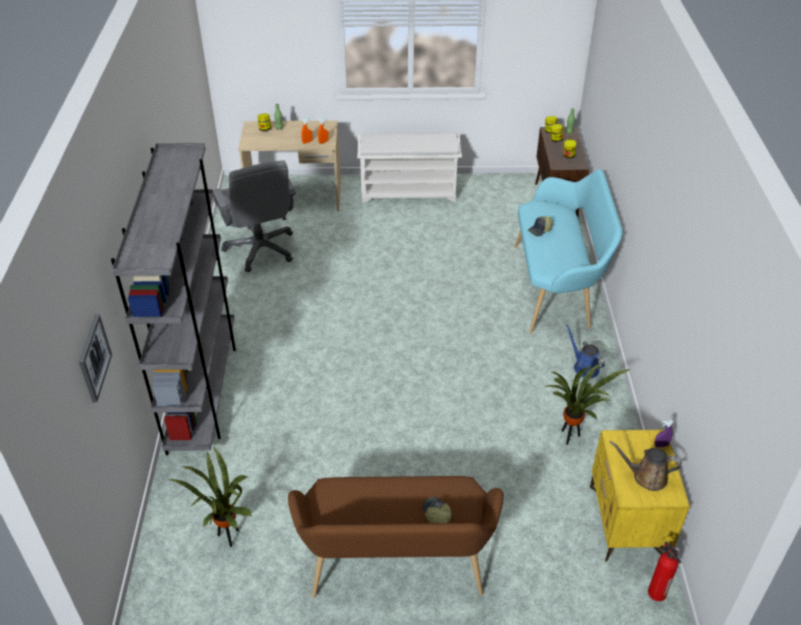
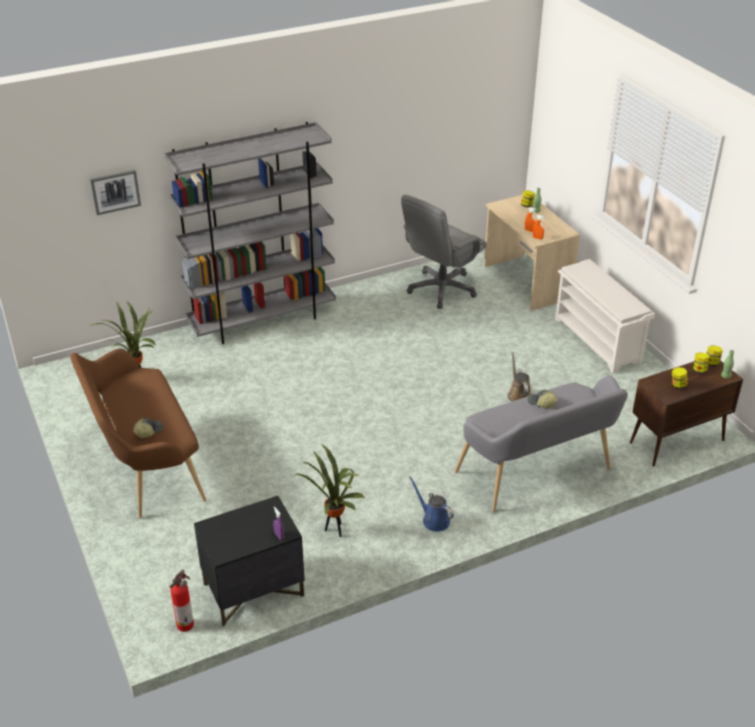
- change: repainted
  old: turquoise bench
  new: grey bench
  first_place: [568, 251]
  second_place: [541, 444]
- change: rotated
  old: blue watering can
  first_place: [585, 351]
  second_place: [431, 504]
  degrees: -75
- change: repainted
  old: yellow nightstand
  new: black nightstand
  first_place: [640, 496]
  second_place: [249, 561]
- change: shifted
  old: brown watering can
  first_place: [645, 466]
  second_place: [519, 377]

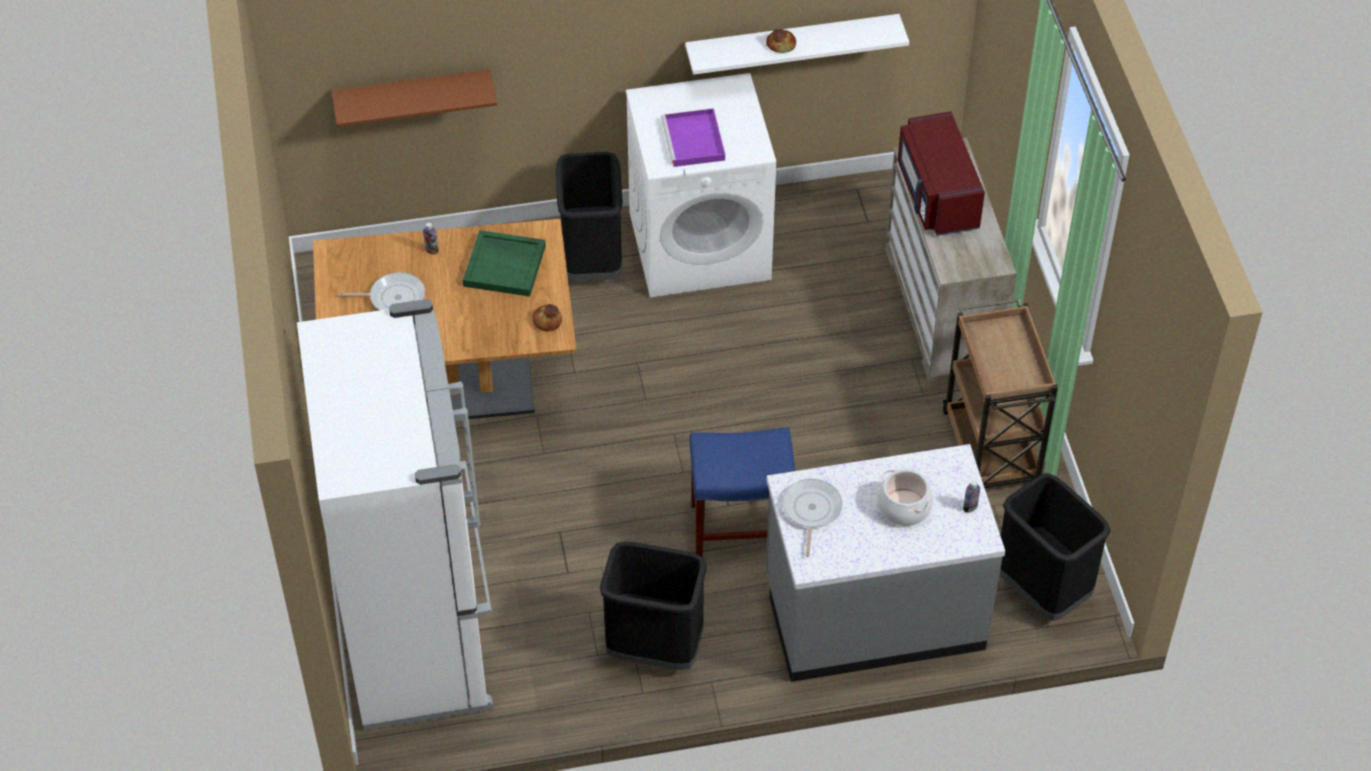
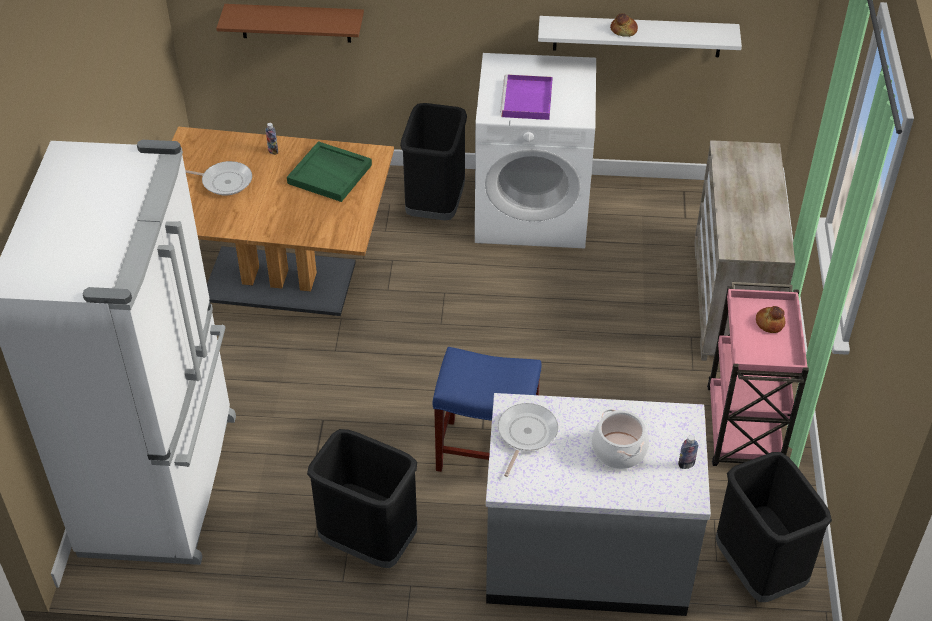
- change: gone
  old: red microwave
  first_place: [941, 173]
- change: repainted
  old: brown cart
  new: pink cart
  first_place: [1000, 393]
  second_place: [758, 374]
- change: shifted
  old: bread
  first_place: [547, 318]
  second_place: [770, 319]

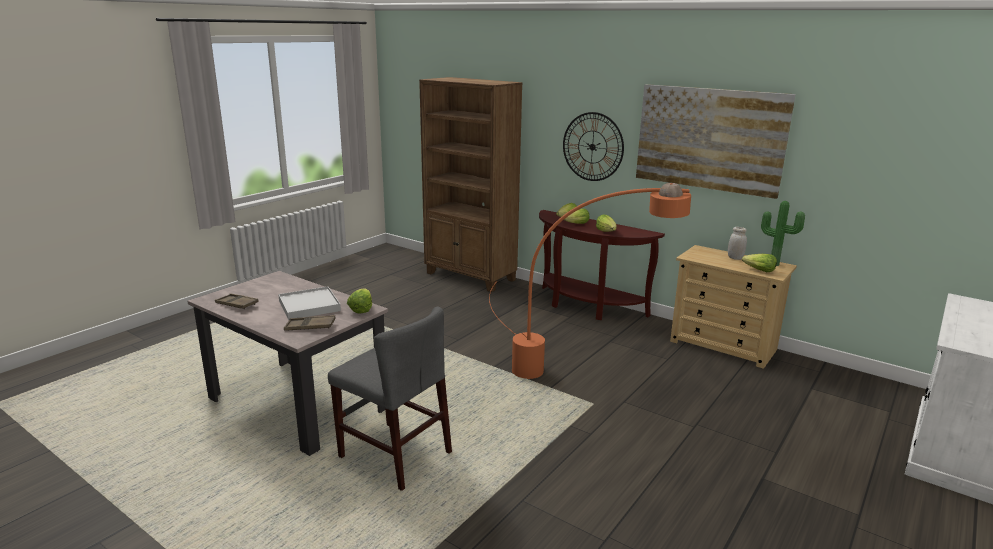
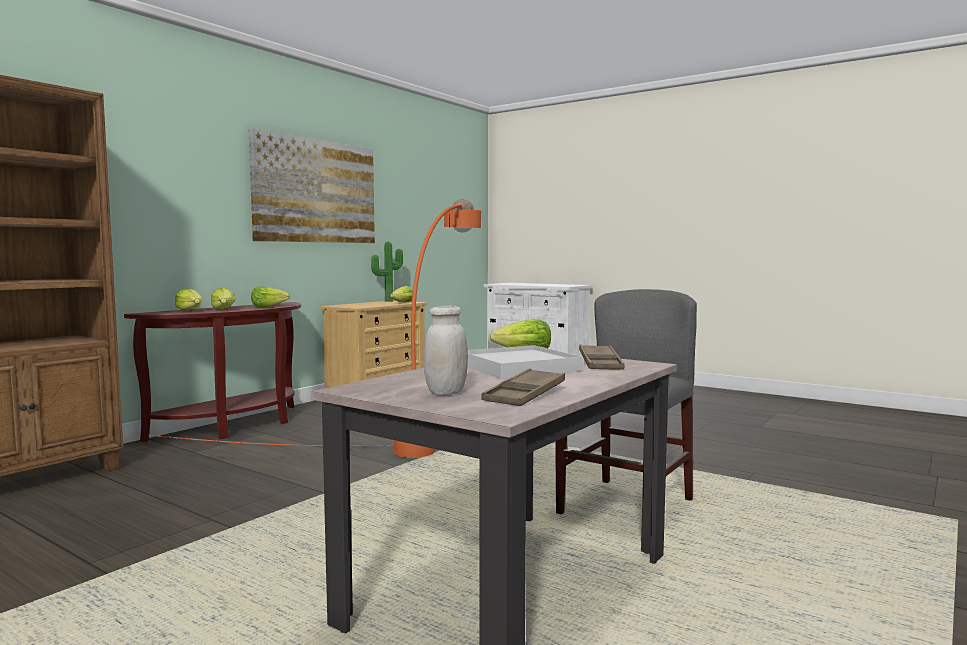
- change: gone
  old: wall clock
  first_place: [593, 146]
- change: shifted
  old: white jar
  first_place: [737, 243]
  second_place: [446, 350]

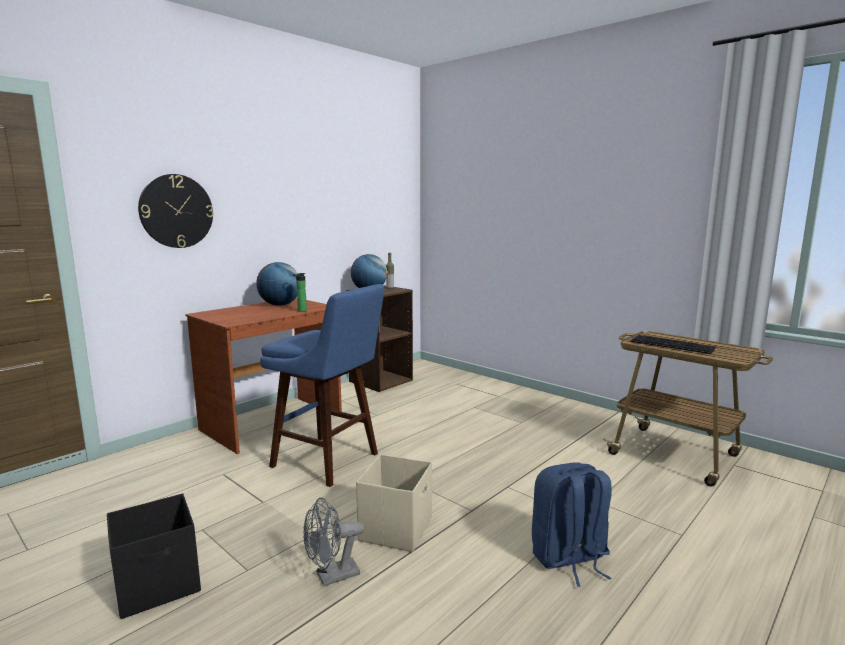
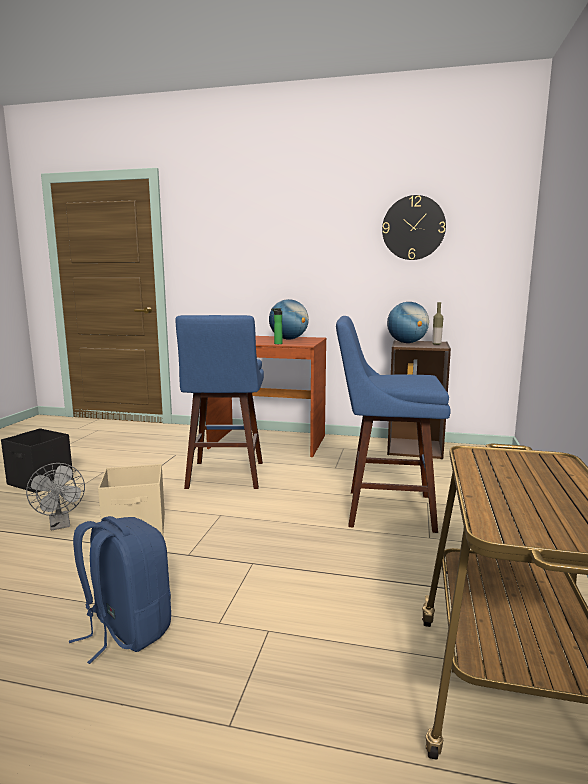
- change: shifted
  old: wall clock
  first_place: [176, 211]
  second_place: [414, 227]
- change: gone
  old: keyboard
  first_place: [673, 344]
- change: rotated
  old: grey fan
  first_place: [333, 541]
  second_place: [55, 496]
  degrees: -150
- change: new
  new: blue stool
  second_place: [393, 424]

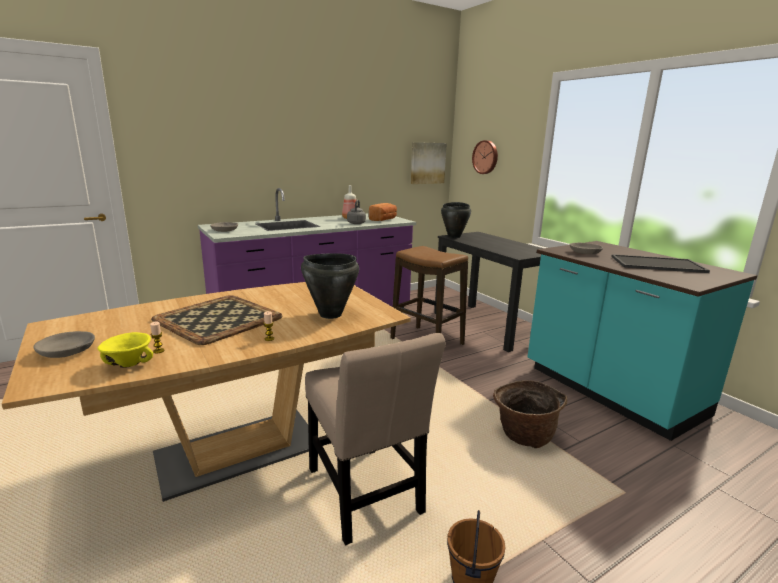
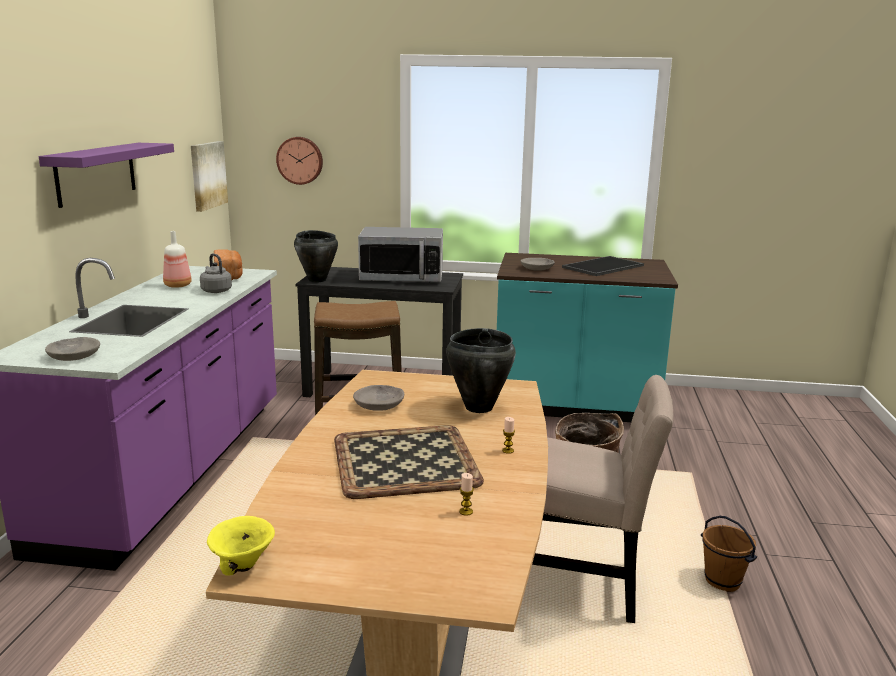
- change: shifted
  old: grey bowl
  first_place: [64, 344]
  second_place: [378, 398]
- change: shifted
  old: yellow bowl
  first_place: [125, 350]
  second_place: [241, 546]
- change: new
  new: purple shelf
  second_place: [106, 175]
- change: new
  new: microwave
  second_place: [400, 254]

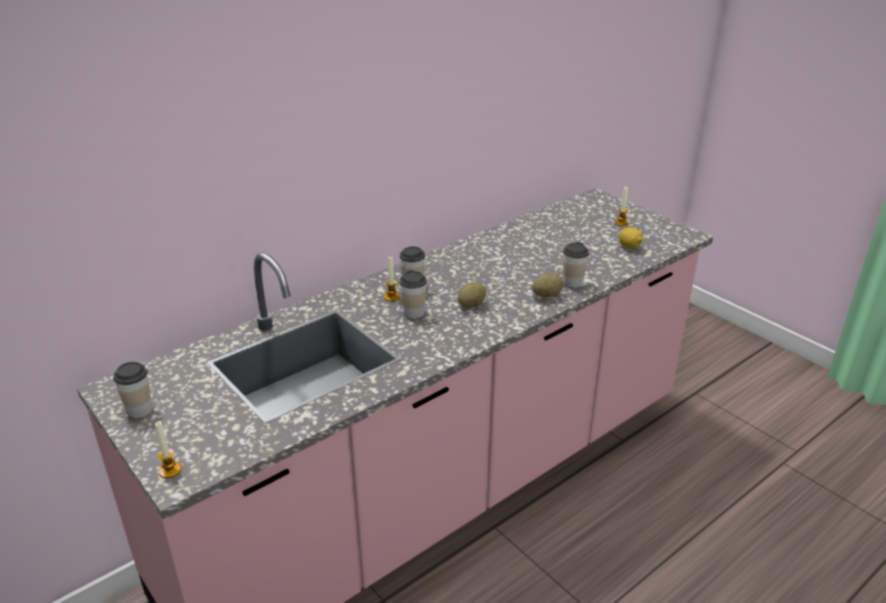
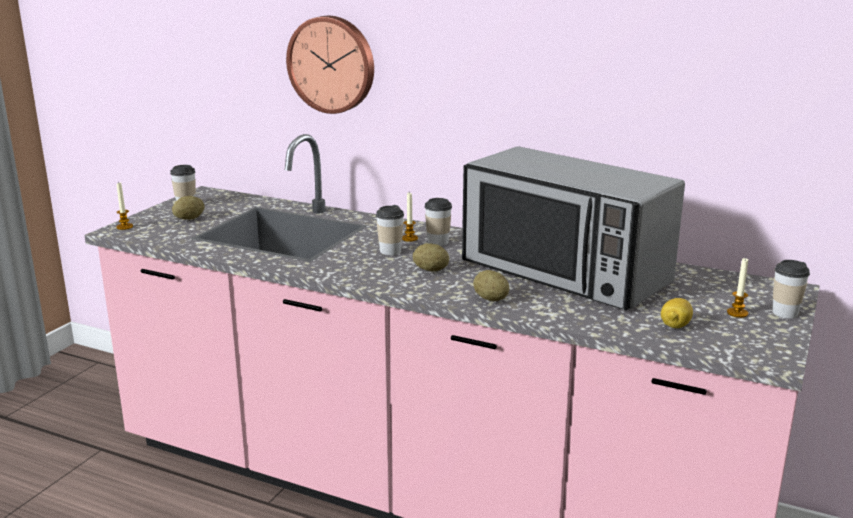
- change: shifted
  old: cup
  first_place: [576, 265]
  second_place: [791, 289]
- change: new
  new: wall clock
  second_place: [330, 65]
- change: new
  new: microwave
  second_place: [573, 228]
- change: new
  new: potato
  second_place: [188, 208]

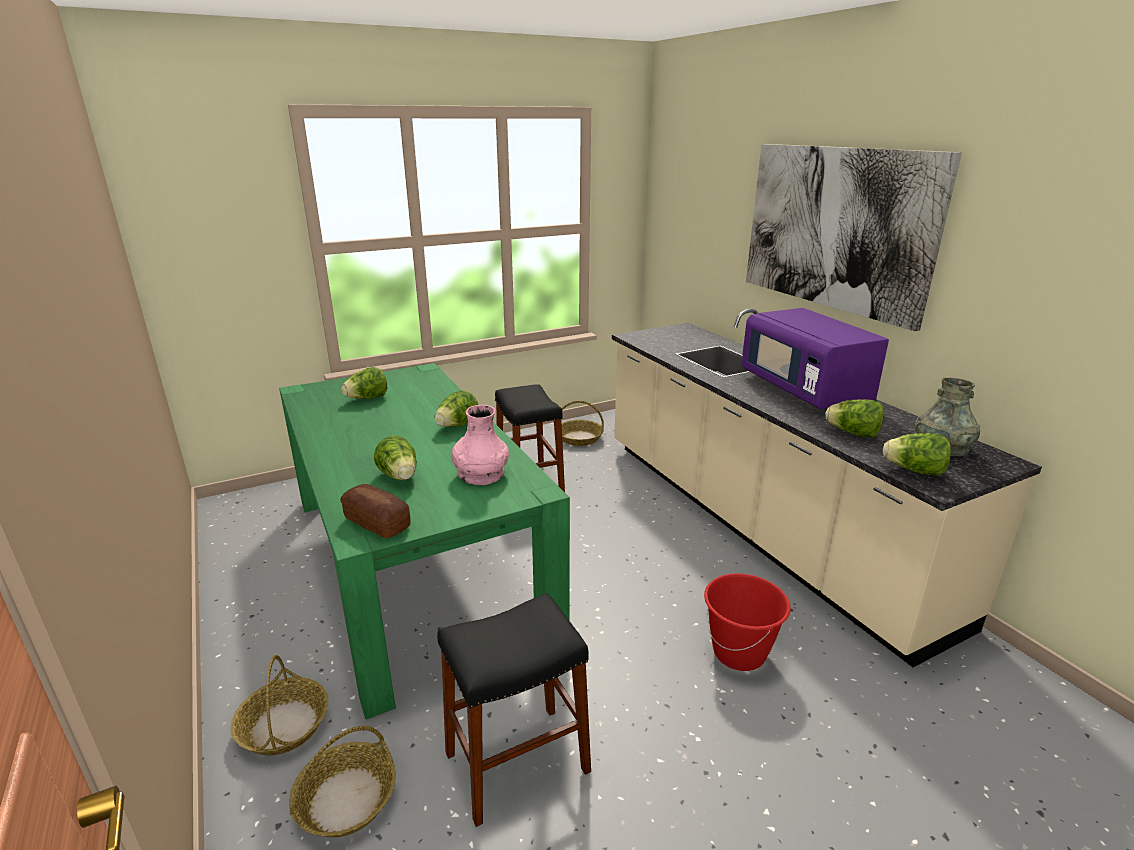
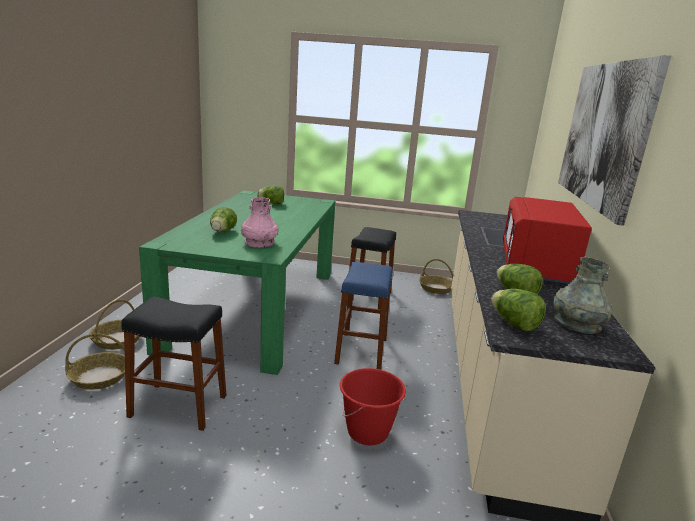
- change: repainted
  old: purple microwave
  new: red microwave
  first_place: [815, 358]
  second_place: [547, 242]
- change: gone
  old: lettuce
  first_place: [456, 408]
- change: gone
  old: bread
  first_place: [375, 511]
- change: new
  new: blue stool
  second_place: [363, 316]

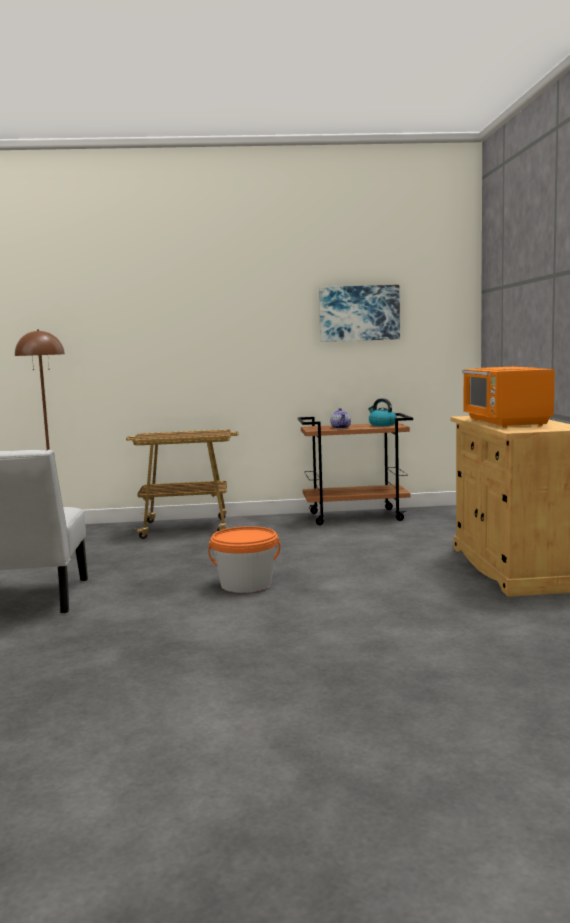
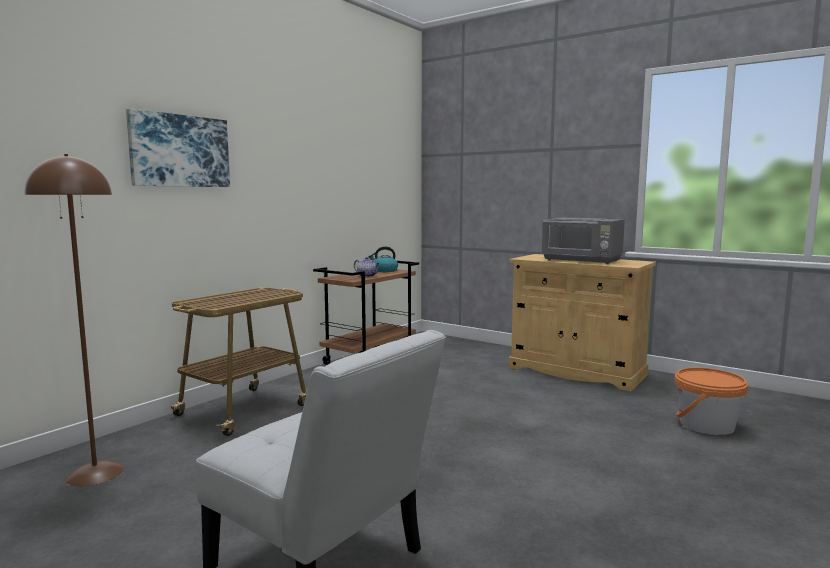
- change: shifted
  old: picture
  first_place: [359, 313]
  second_place: [178, 147]
- change: repainted
  old: orange microwave
  new: grey microwave
  first_place: [508, 397]
  second_place: [583, 241]
- change: shifted
  old: orange bucket
  first_place: [244, 559]
  second_place: [711, 401]

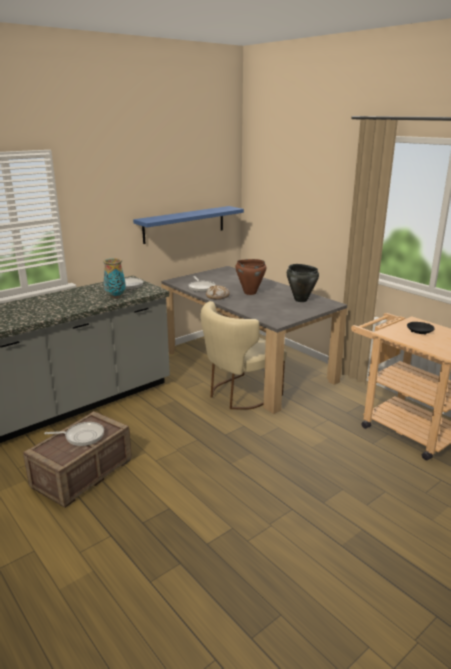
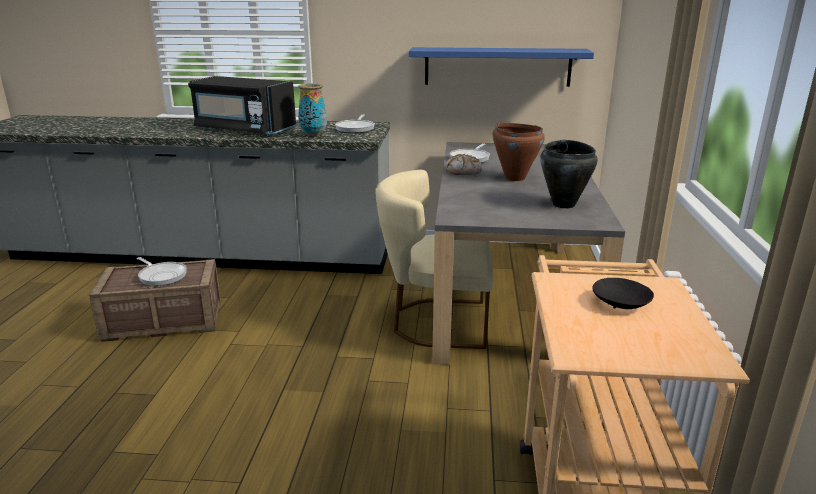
- change: new
  new: black microwave
  second_place: [242, 106]

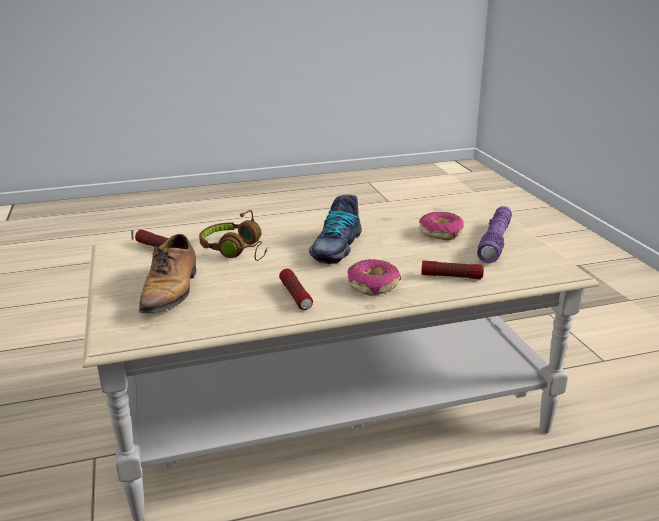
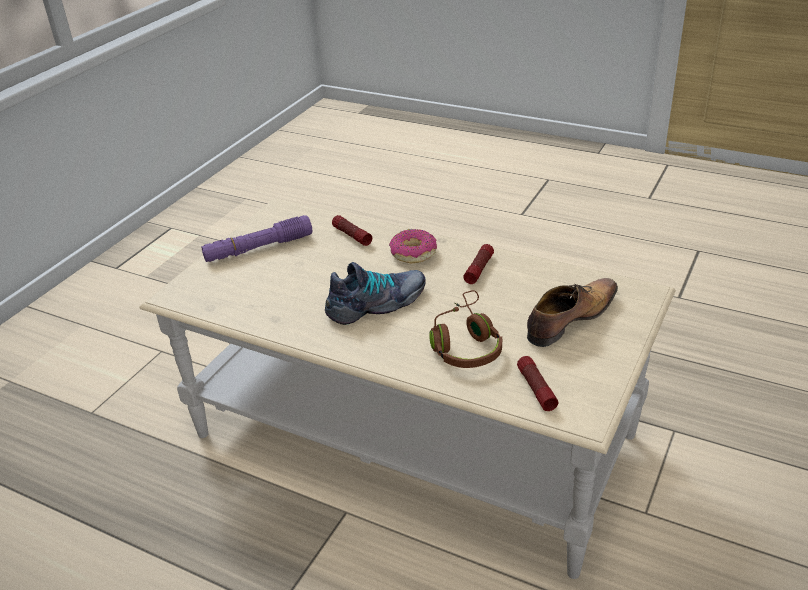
- change: gone
  old: donut
  first_place: [441, 226]

